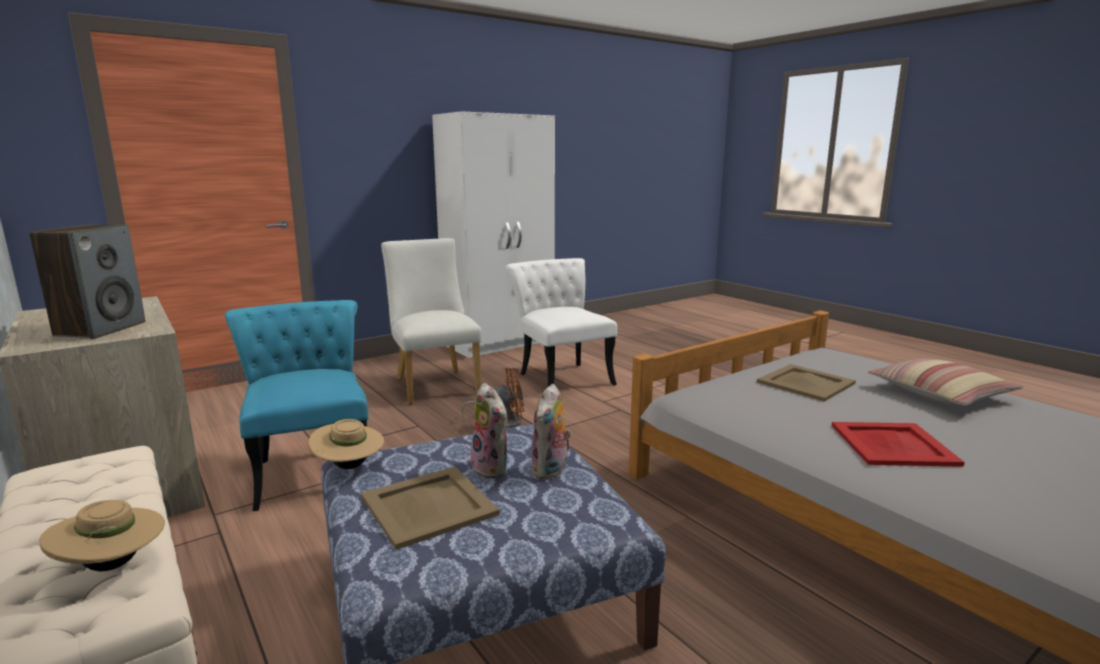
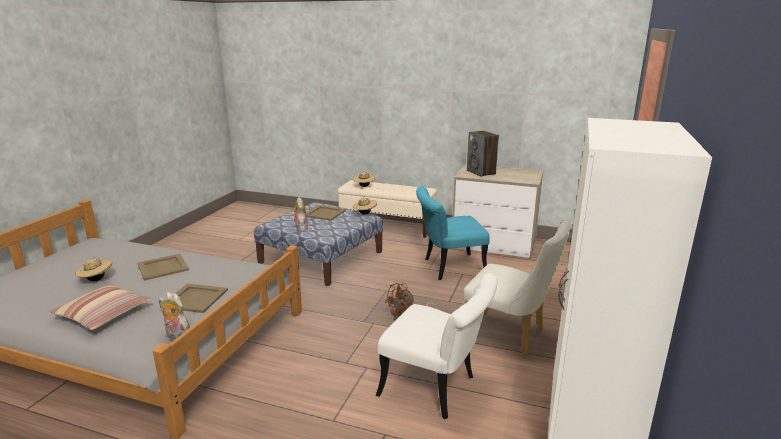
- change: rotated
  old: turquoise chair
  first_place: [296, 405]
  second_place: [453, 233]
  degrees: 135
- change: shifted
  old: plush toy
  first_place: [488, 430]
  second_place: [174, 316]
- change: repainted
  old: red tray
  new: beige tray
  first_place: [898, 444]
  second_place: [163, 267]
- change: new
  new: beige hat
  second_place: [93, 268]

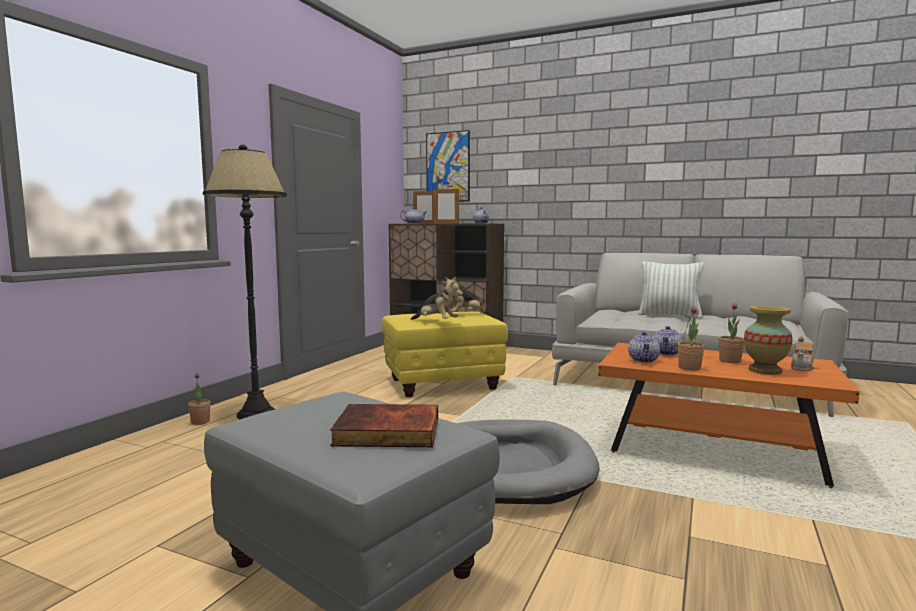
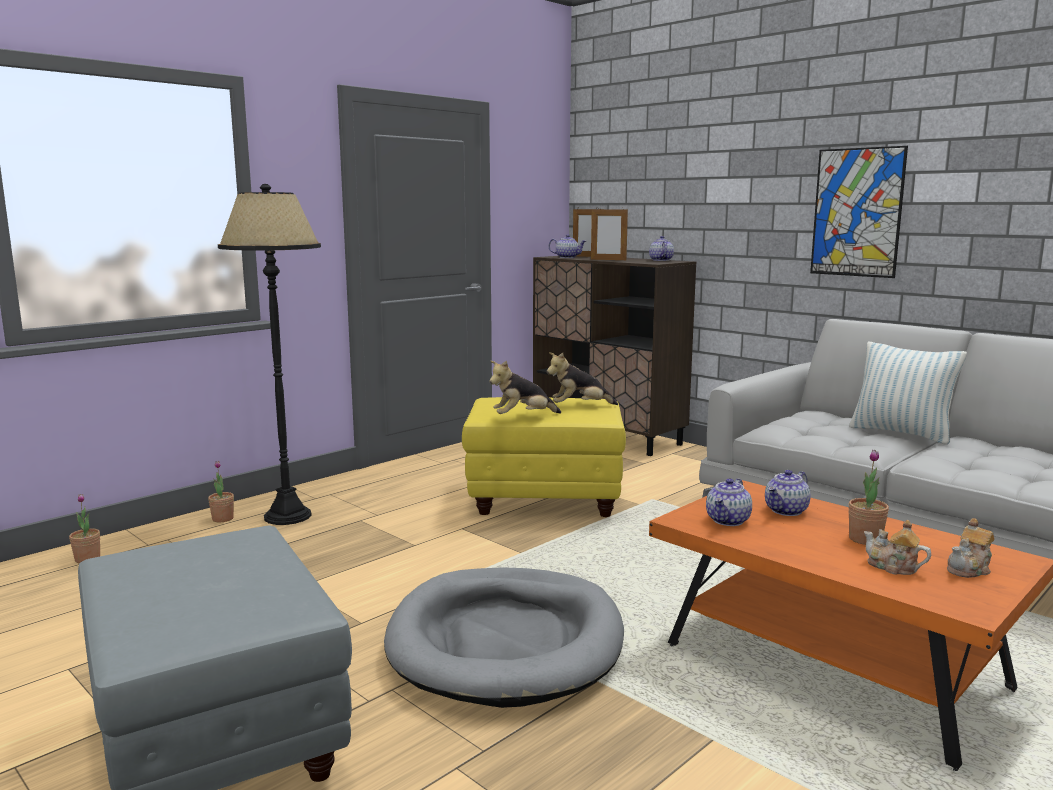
- change: shifted
  old: picture
  first_place: [448, 166]
  second_place: [859, 212]
- change: rotated
  old: plush toy
  first_place: [437, 299]
  second_place: [525, 387]
  degrees: 105
- change: swapped
  old: vase
  new: teapot
  first_place: [768, 340]
  second_place: [897, 547]
- change: shifted
  old: potted plant
  first_place: [691, 339]
  second_place: [84, 528]
- change: gone
  old: book
  first_place: [384, 425]

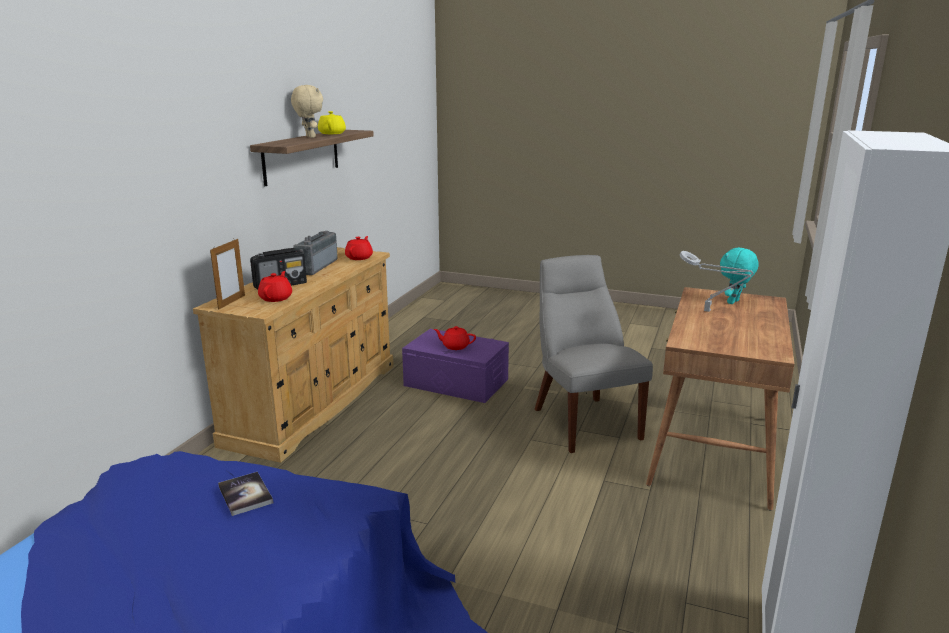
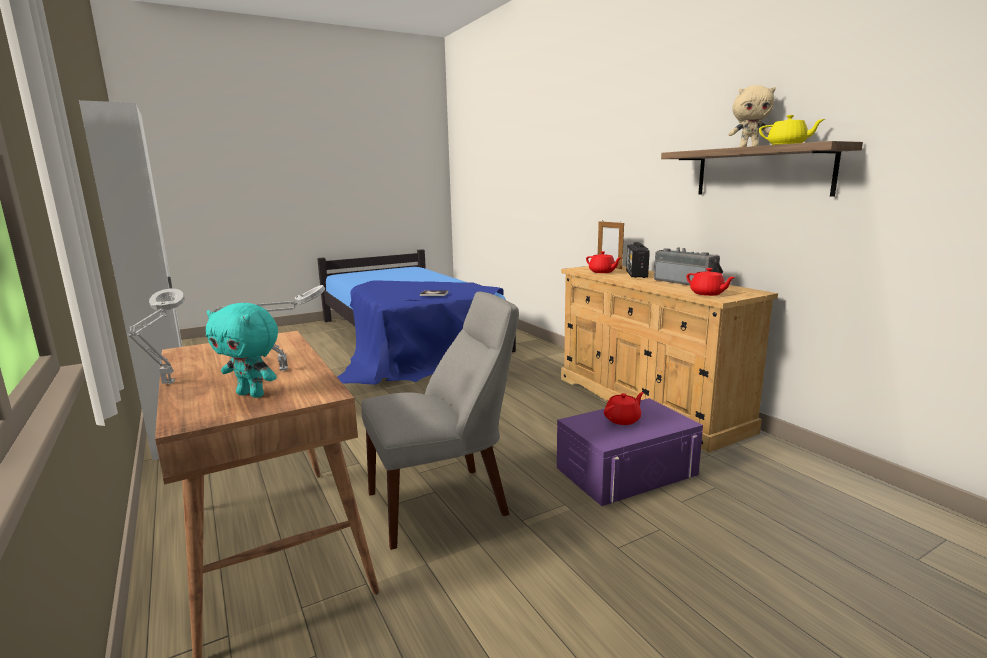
- change: rotated
  old: turquoise plush toy
  first_place: [739, 275]
  second_place: [242, 350]
  degrees: 120
- change: rotated
  old: grey chair
  first_place: [594, 354]
  second_place: [440, 421]
  degrees: -45
- change: new
  new: grey table lamp
  second_place: [156, 336]

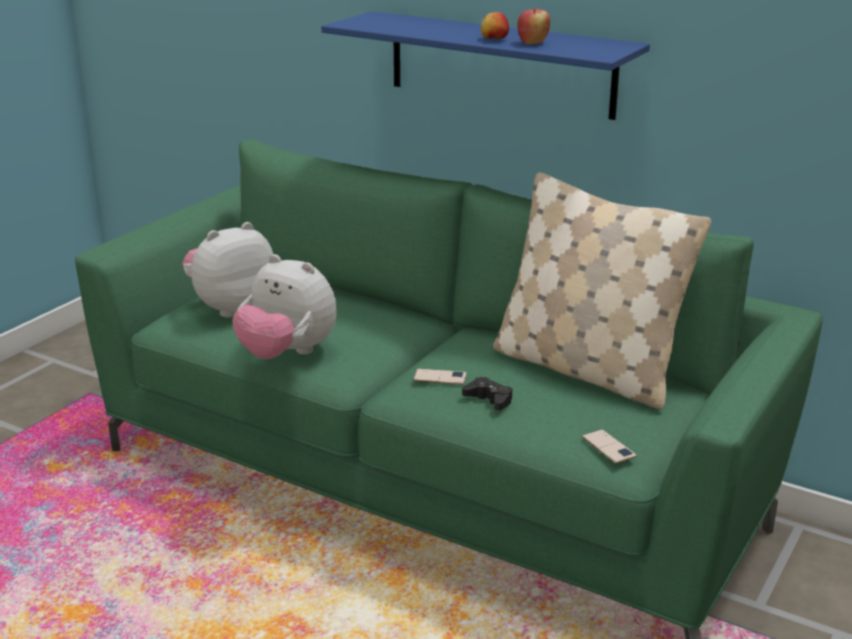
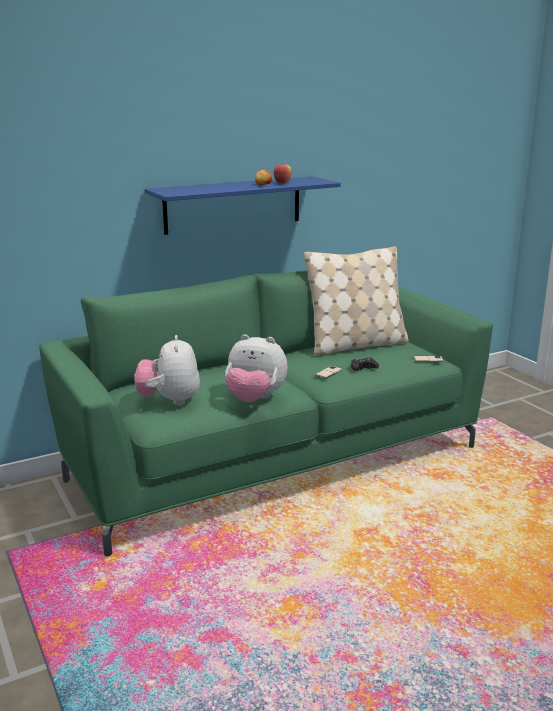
- change: rotated
  old: plush toy
  first_place: [285, 306]
  second_place: [256, 368]
  degrees: 45

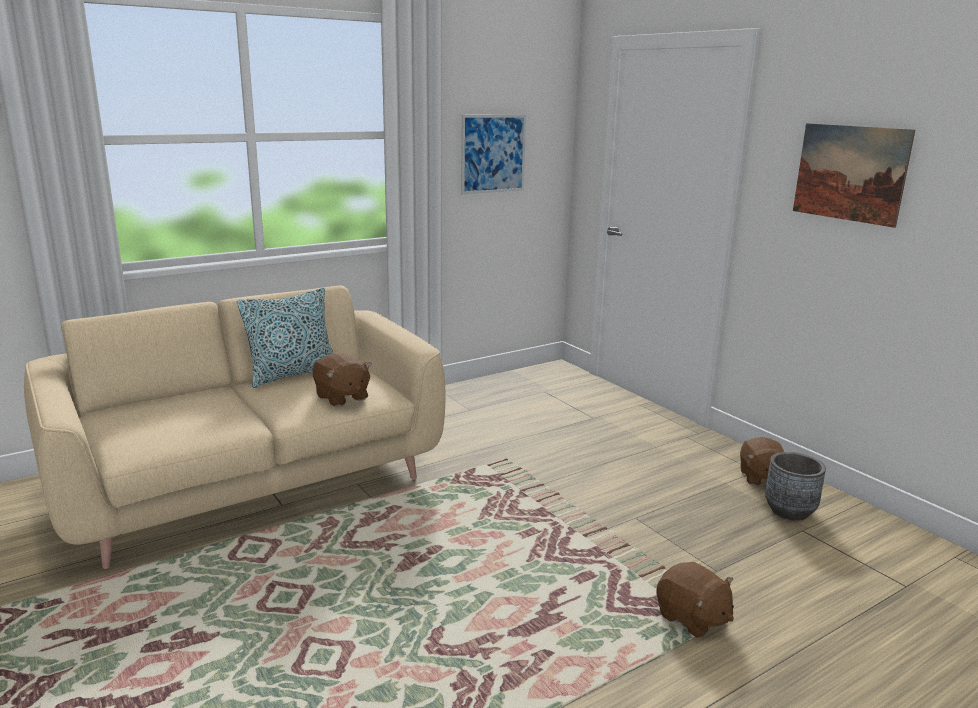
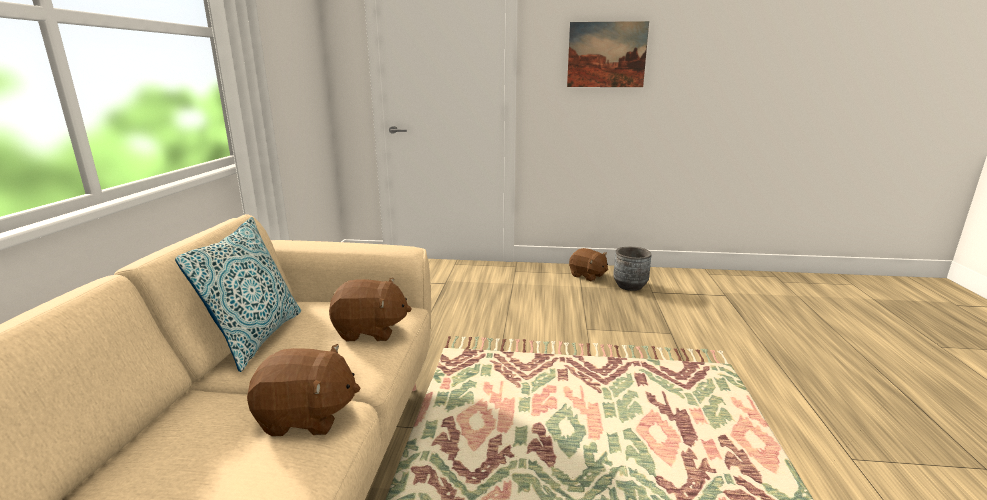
- change: gone
  old: picture
  first_place: [493, 154]
- change: shifted
  old: brown plush toy
  first_place: [695, 600]
  second_place: [303, 390]

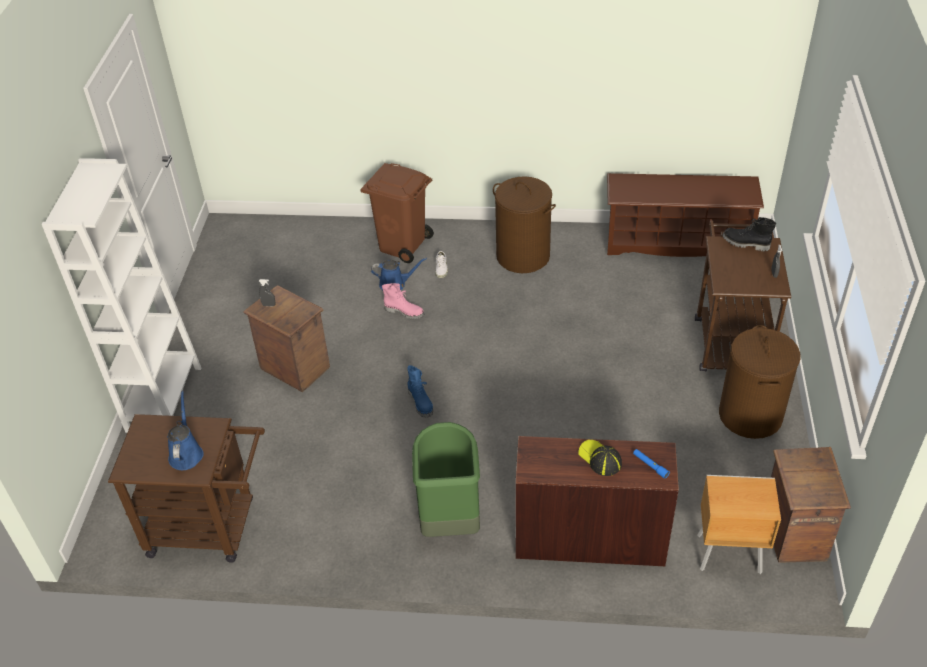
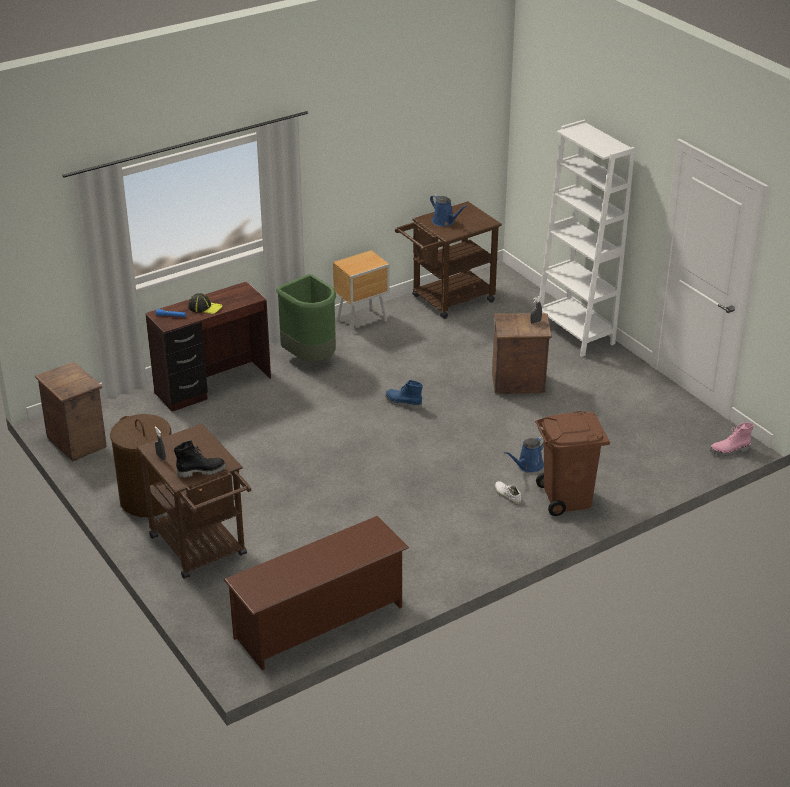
- change: gone
  old: brown laundry basket
  first_place: [524, 224]
- change: shifted
  old: pink boot
  first_place: [403, 301]
  second_place: [732, 439]
- change: shifted
  old: brown nightstand
  first_place: [739, 524]
  second_place: [361, 291]

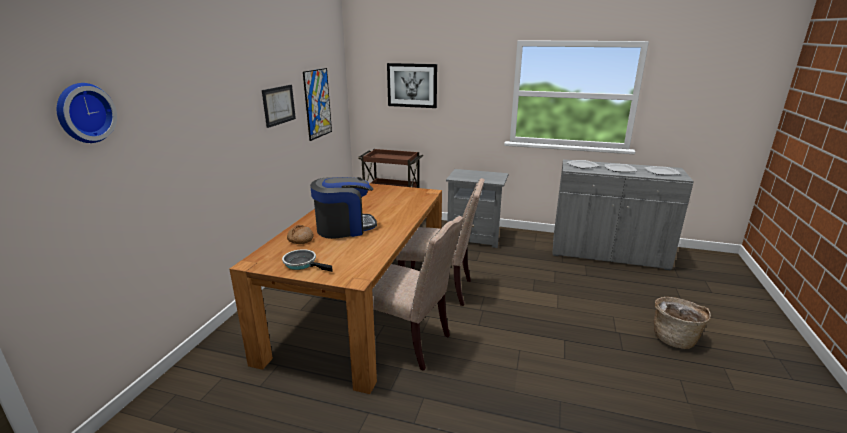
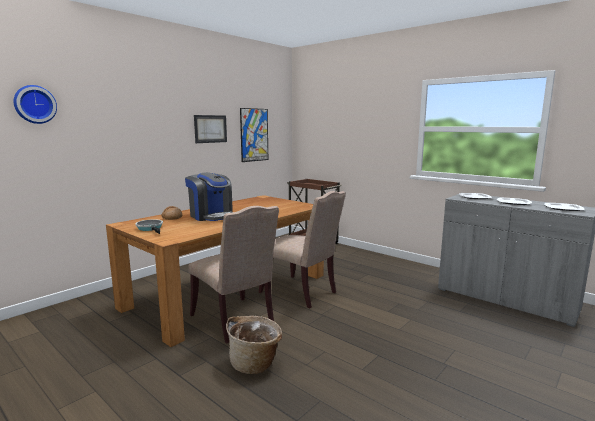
- change: gone
  old: picture
  first_place: [412, 85]
- change: gone
  old: grey nightstand
  first_place: [477, 208]
- change: rotated
  old: coffee machine
  first_place: [343, 208]
  second_place: [209, 196]
  degrees: 45
- change: shifted
  old: basket
  first_place: [682, 323]
  second_place: [254, 345]

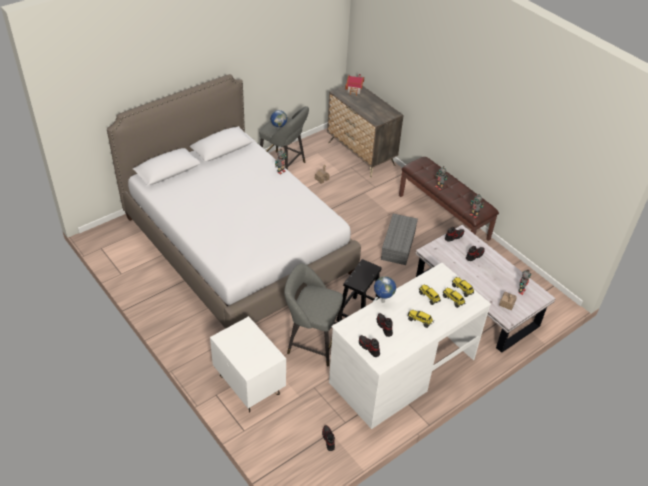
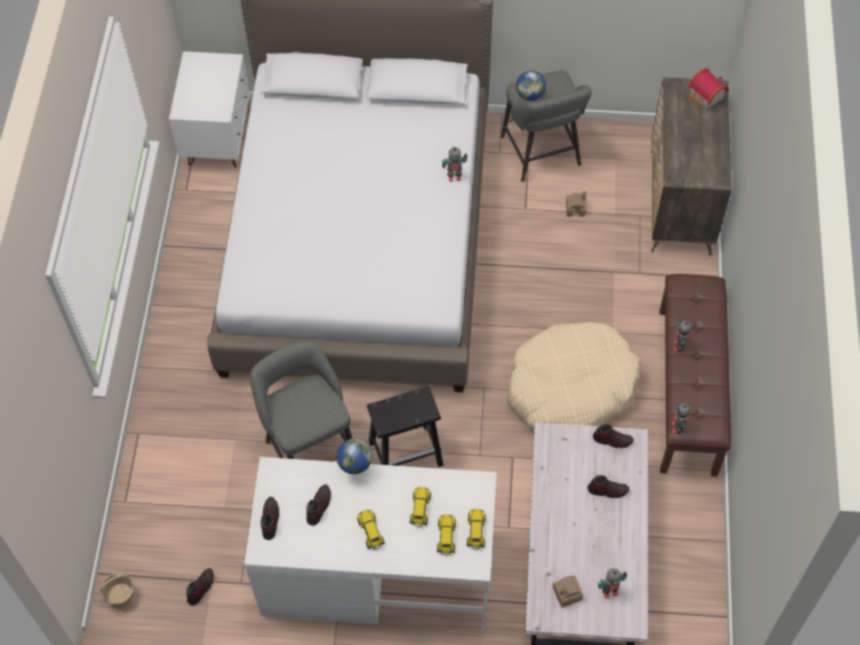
- change: swapped
  old: grey storage box
  new: beige dog bed
  first_place: [399, 239]
  second_place: [574, 377]
- change: shifted
  old: white nightstand
  first_place: [248, 364]
  second_place: [209, 109]
- change: new
  new: basket
  second_place: [117, 591]

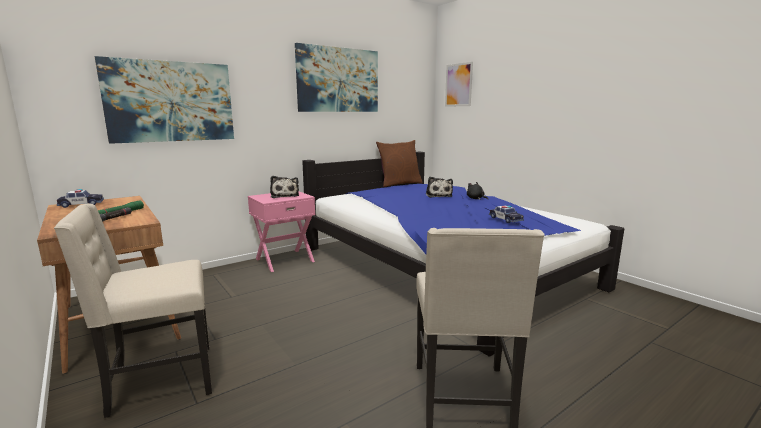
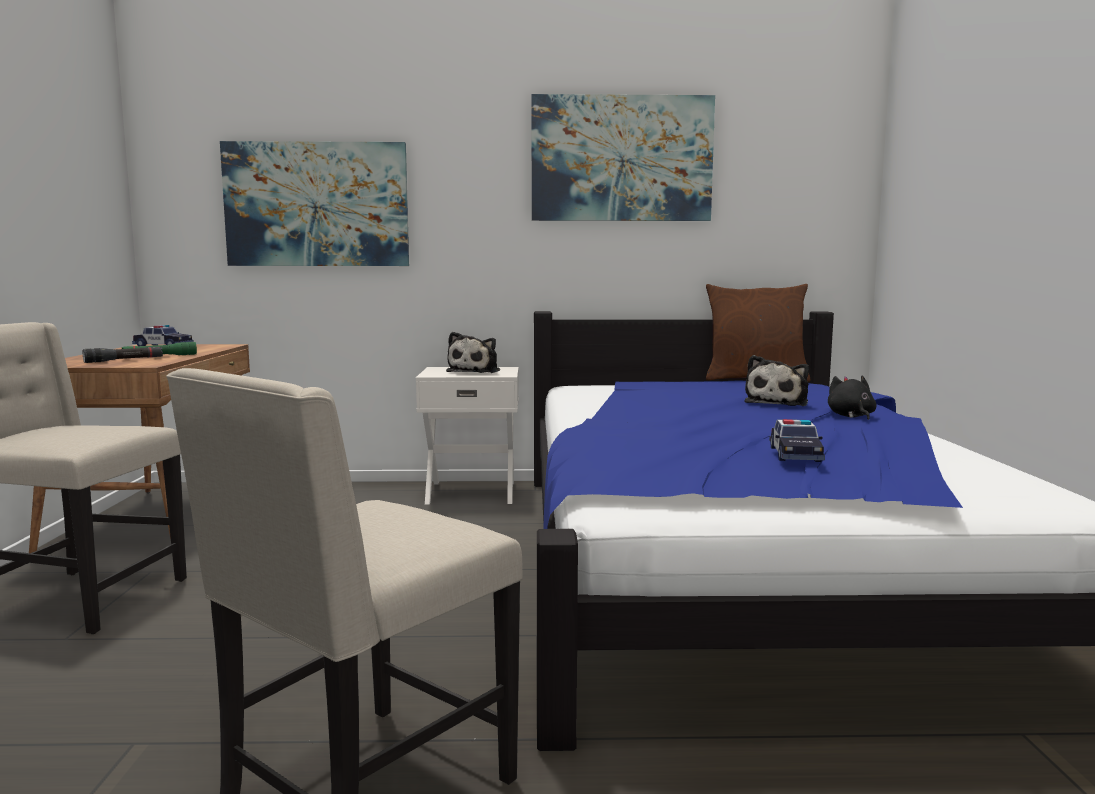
- change: gone
  old: picture
  first_place: [459, 84]
- change: repainted
  old: pink nightstand
  new: white nightstand
  first_place: [281, 232]
  second_place: [467, 435]

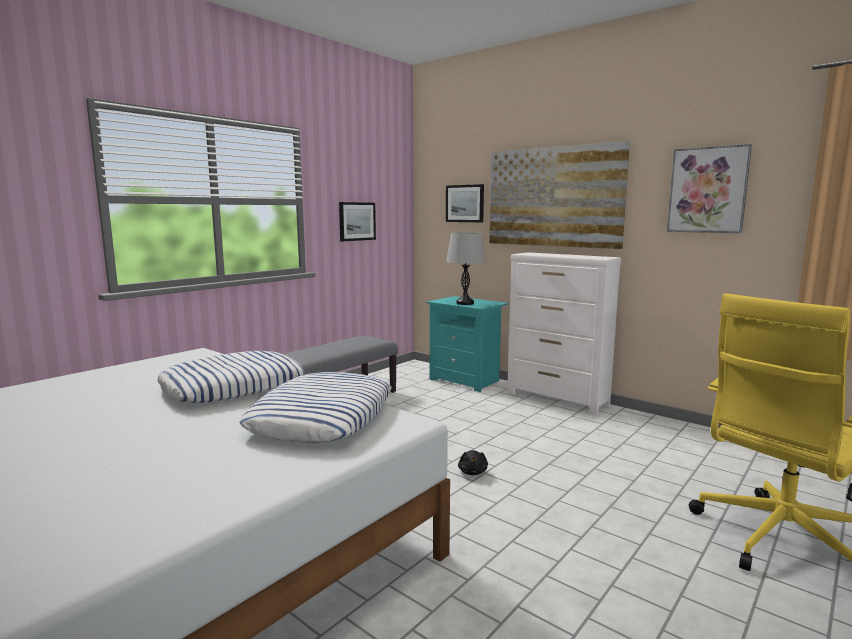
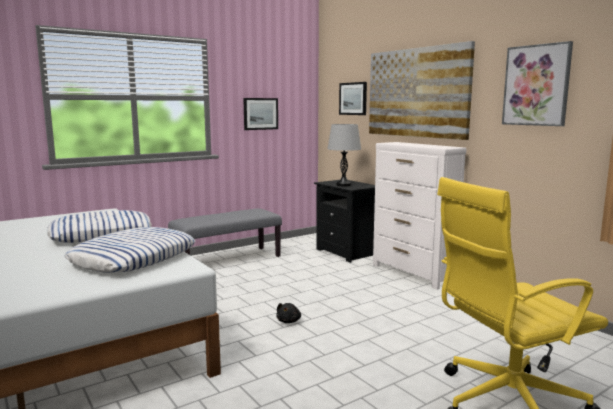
- change: repainted
  old: turquoise nightstand
  new: black nightstand
  first_place: [467, 344]
  second_place: [344, 221]

